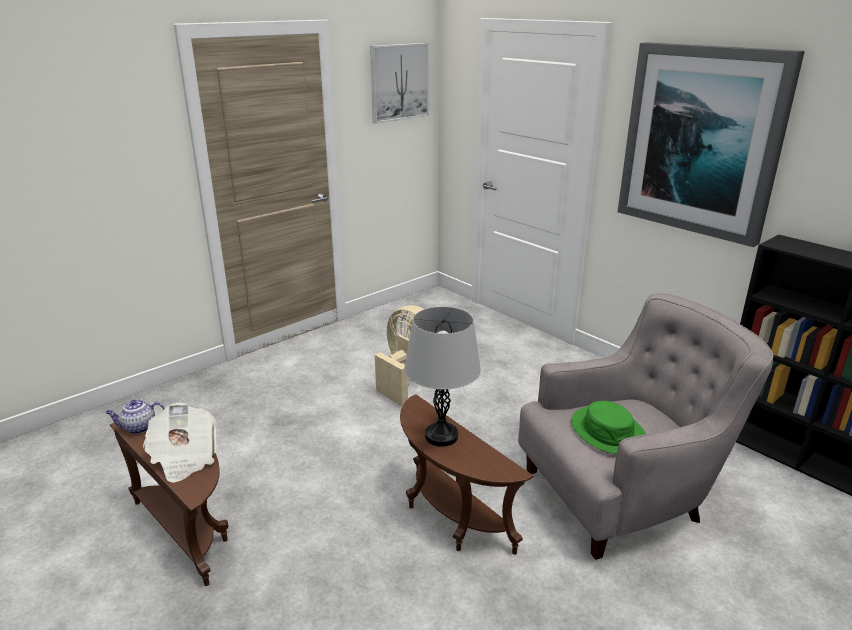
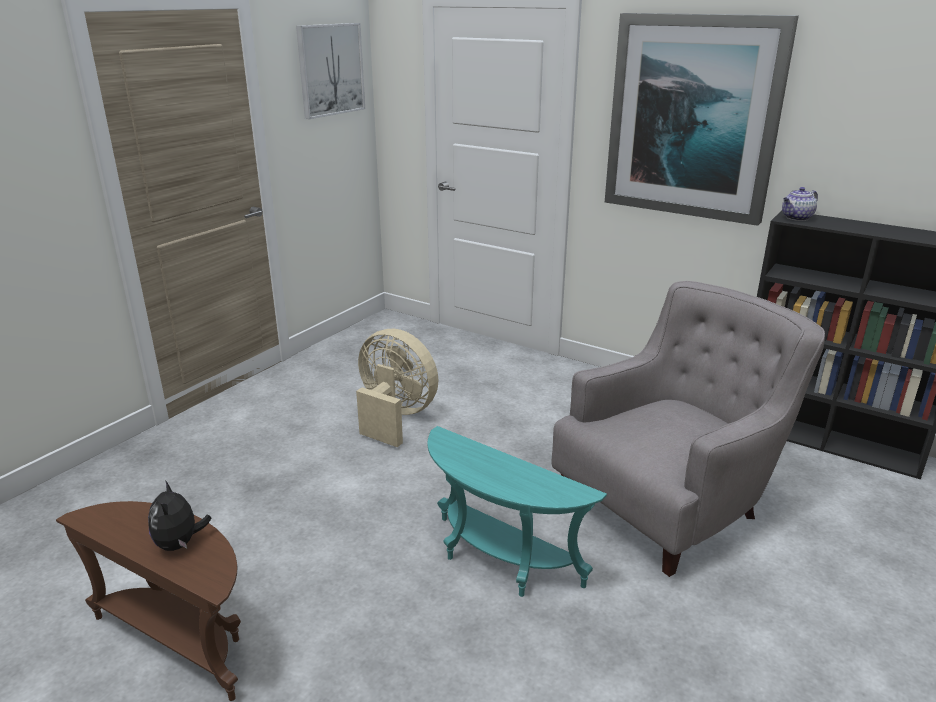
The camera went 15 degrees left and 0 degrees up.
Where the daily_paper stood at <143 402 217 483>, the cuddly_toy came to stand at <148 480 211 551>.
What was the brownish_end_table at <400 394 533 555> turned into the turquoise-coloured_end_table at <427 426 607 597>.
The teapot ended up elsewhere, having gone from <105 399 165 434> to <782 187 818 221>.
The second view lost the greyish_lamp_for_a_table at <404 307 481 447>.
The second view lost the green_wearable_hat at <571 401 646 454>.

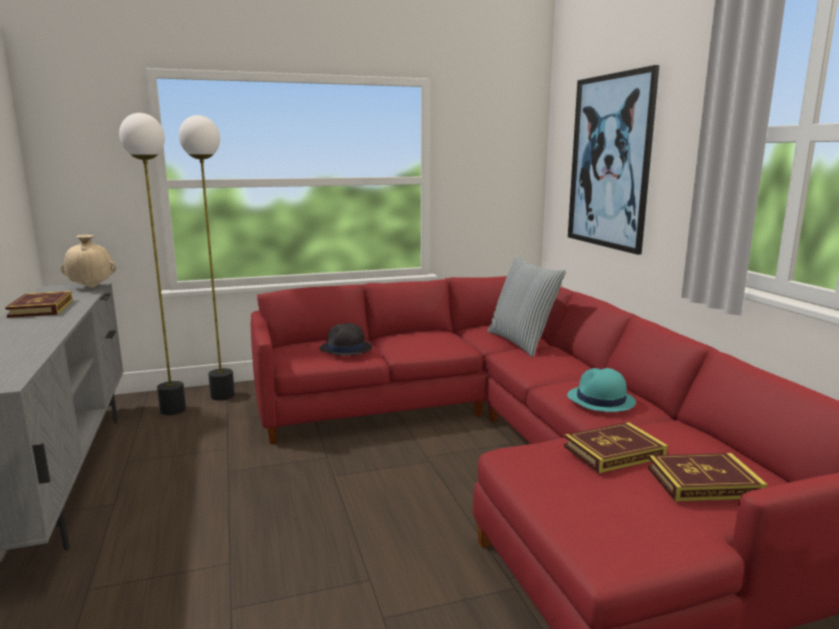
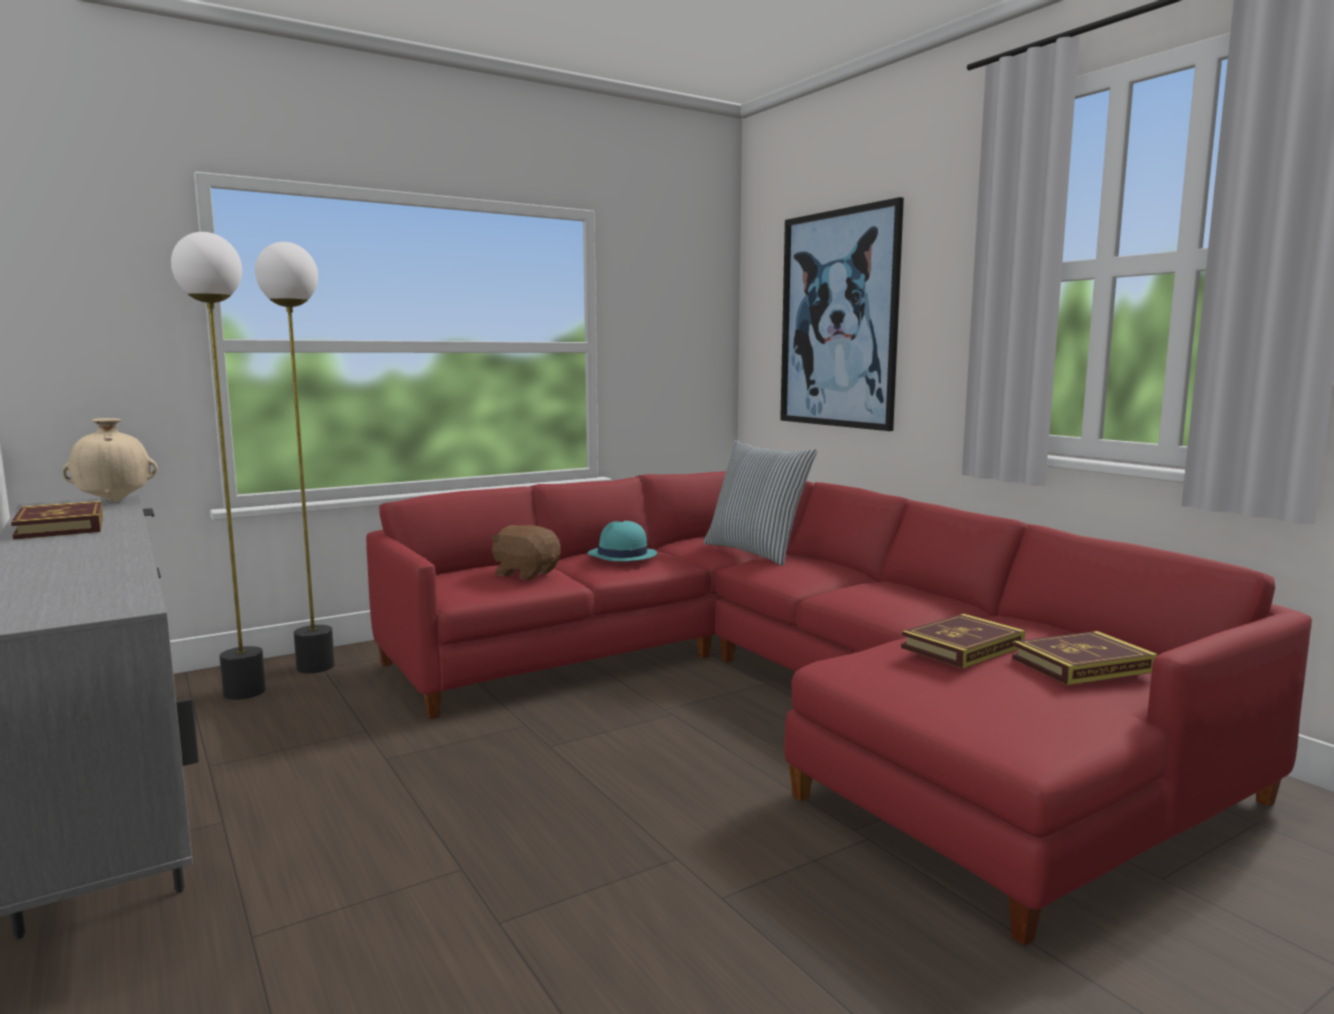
The camera went 15 degrees left and 5 degrees down.
Where the black-coloured_wearable_hat stood at <319 323 372 356>, the brownish_cuddly_toy came to stand at <491 525 561 580>.
The turquoise-coloured_wearable_hat ended up elsewhere, having gone from <567 368 636 412> to <588 521 657 561>.

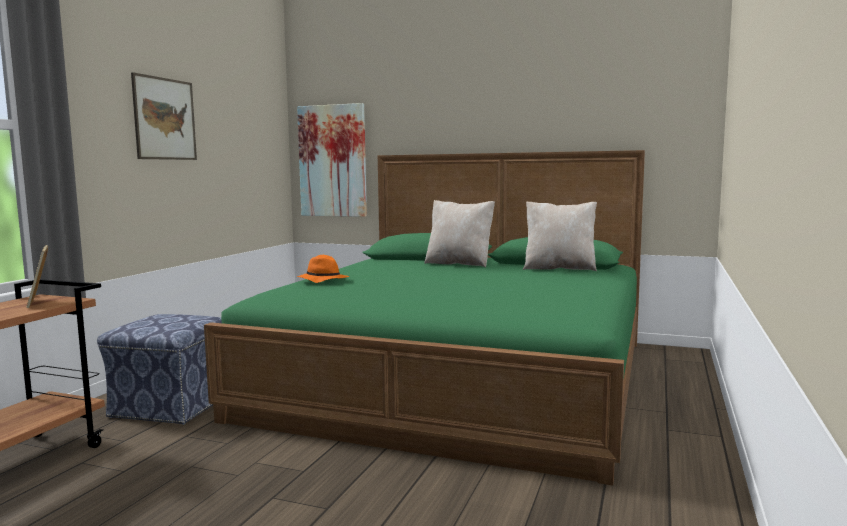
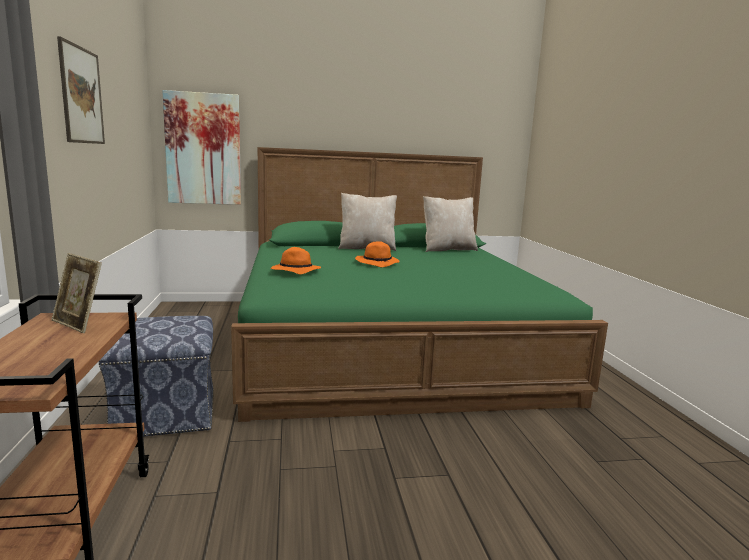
The camera went 30 degrees left and 5 degrees up.
The second view gained the orange_wearable_hat at <355 241 400 267>.

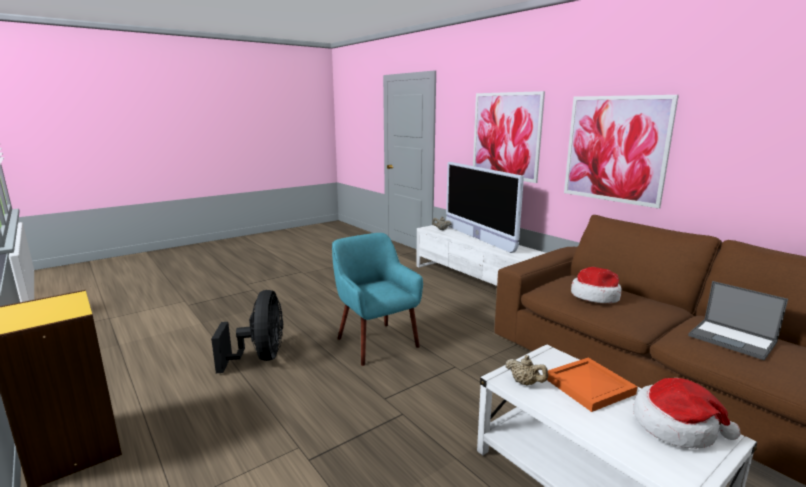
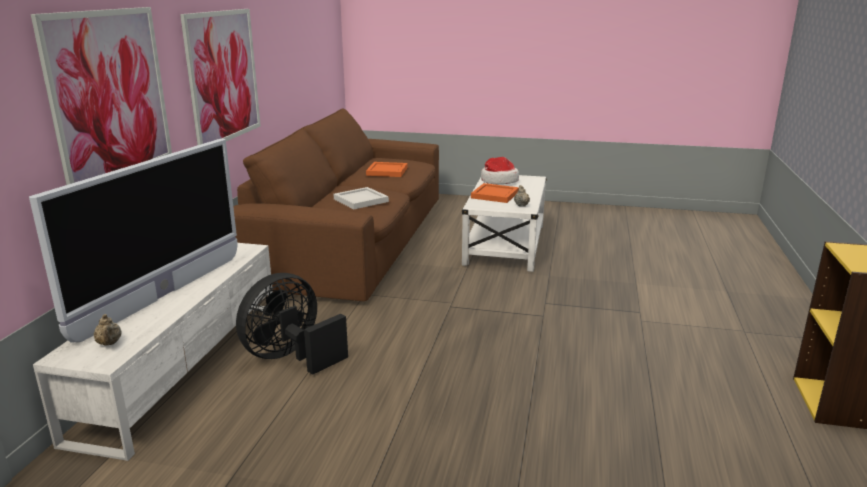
The camera went 130 degrees left and 5 degrees up.
The black-coloured_cooling_fan ended up elsewhere, having gone from <211 290 283 373> to <236 273 348 375>.
Where the wearable_hat stood at <571 267 622 303>, the white-coloured_tray came to stand at <334 187 389 209>.
Where the portable_computer stood at <688 281 788 360>, the orange_tray came to stand at <366 162 408 177>.
The second view lost the turquoise-coloured_lounge_chair at <332 233 423 366>.

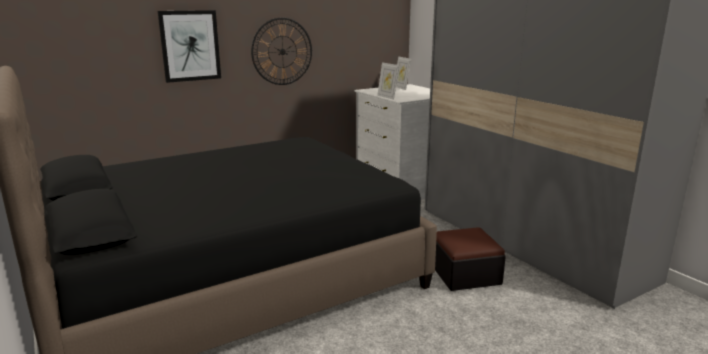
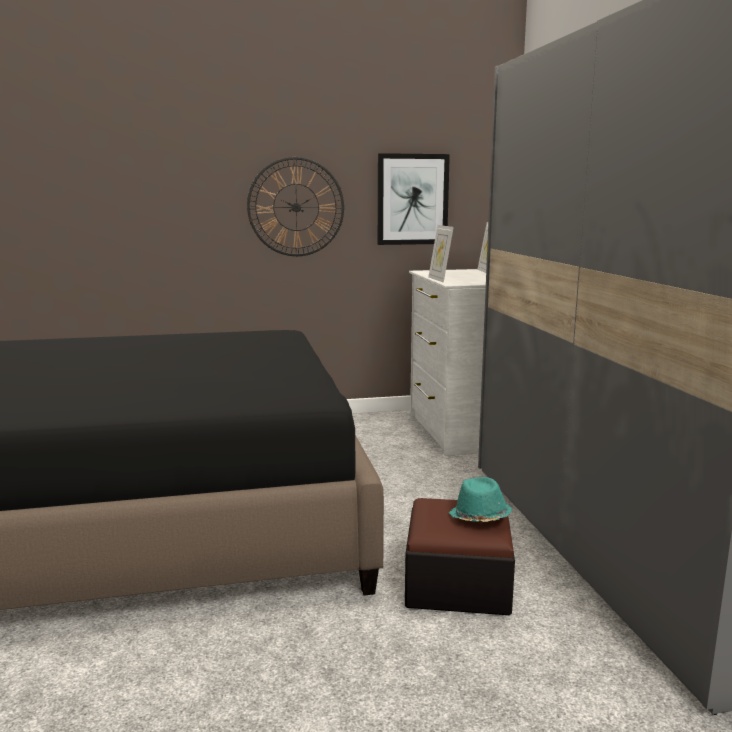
The camera went 20 degrees right and 5 degrees down.
The wall_picture ended up elsewhere, having gone from <158 10 221 83> to <378 153 450 245>.
The second view gained the turquoise-coloured_wearable_hat at <449 477 512 522>.

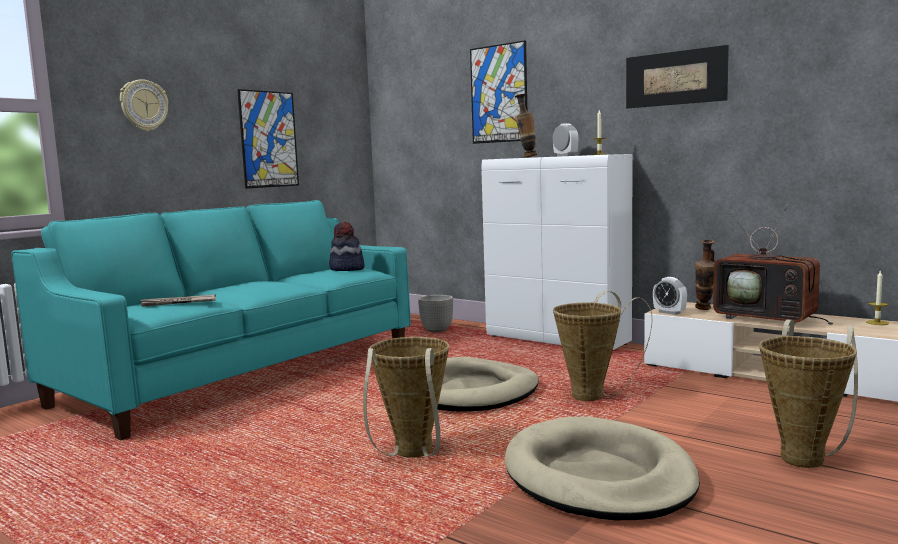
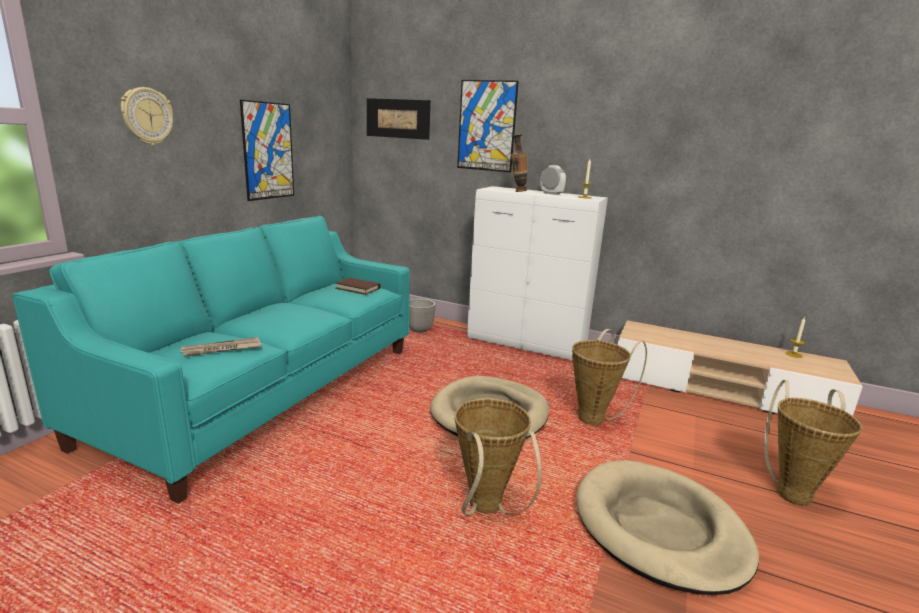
The camera went 15 degrees left and 10 degrees up.
Where the wearable_hat stood at <329 222 365 271>, the brownish_book came to stand at <335 278 381 295>.
The wall_picture ended up elsewhere, having gone from <626 45 729 109> to <367 98 431 140>.
The second view lost the bedside_clock at <653 277 687 315>.
The second view lost the flower_vase at <695 240 715 310>.
The second view lost the television at <713 204 833 324>.

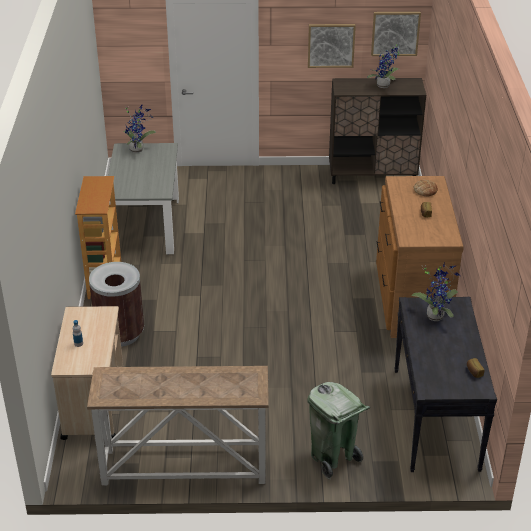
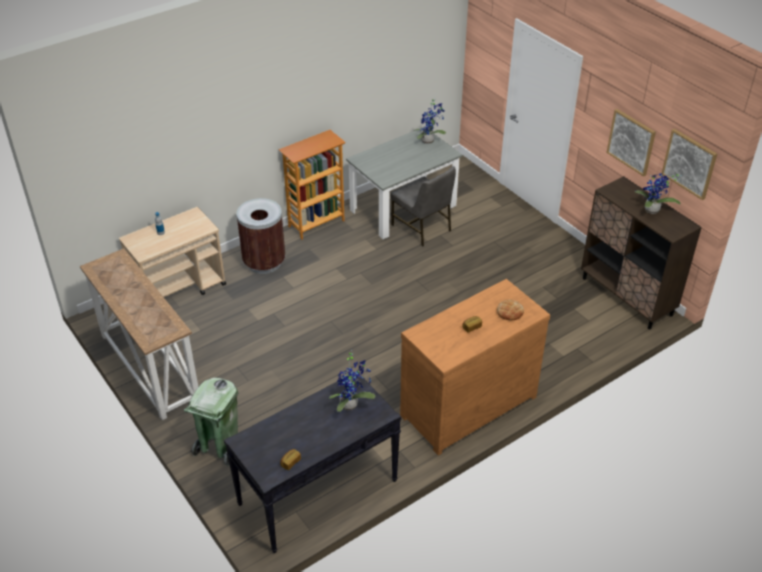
The camera went 55 degrees right and 5 degrees up.
The second view gained the greyish_plain_chair at <390 166 456 246>.

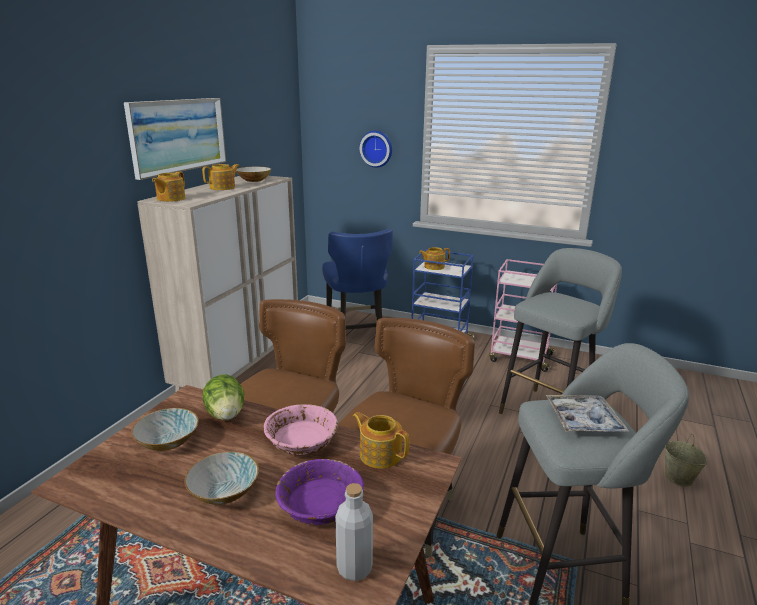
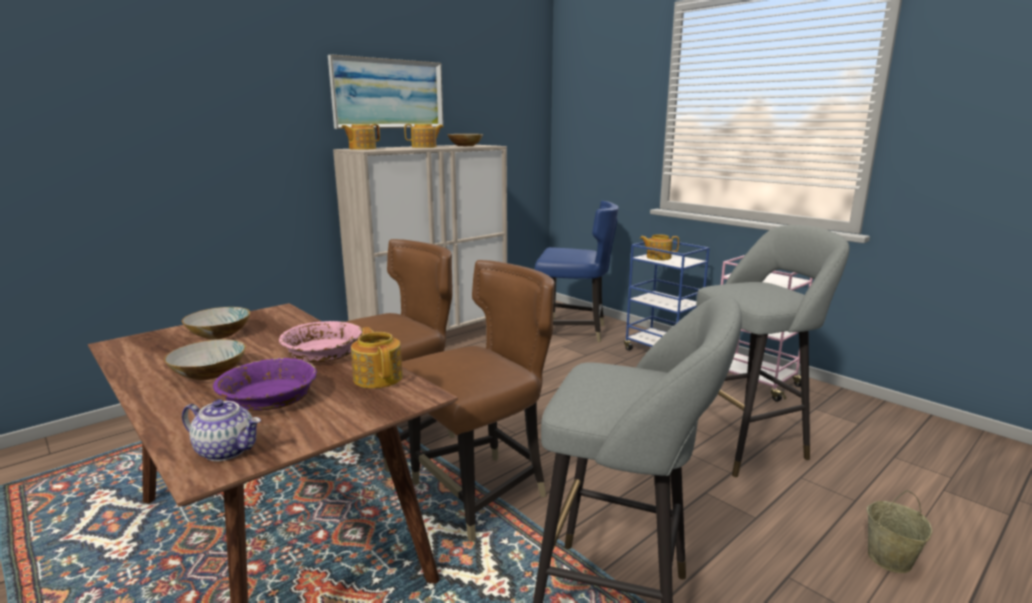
The camera went 25 degrees right and 5 degrees down.
Where the greyish_beverage_bottle stood at <335 483 373 581>, the teapot came to stand at <182 399 261 461>.
The blue-coloured_plain_chair at <322 229 393 330> ended up facing another way, 90 degrees counterclockwise from before.
The second view lost the lettuce_head at <202 374 245 420>.
The second view lost the hanging_clock at <359 131 392 168>.
The second view lost the tray at <546 395 629 432>.

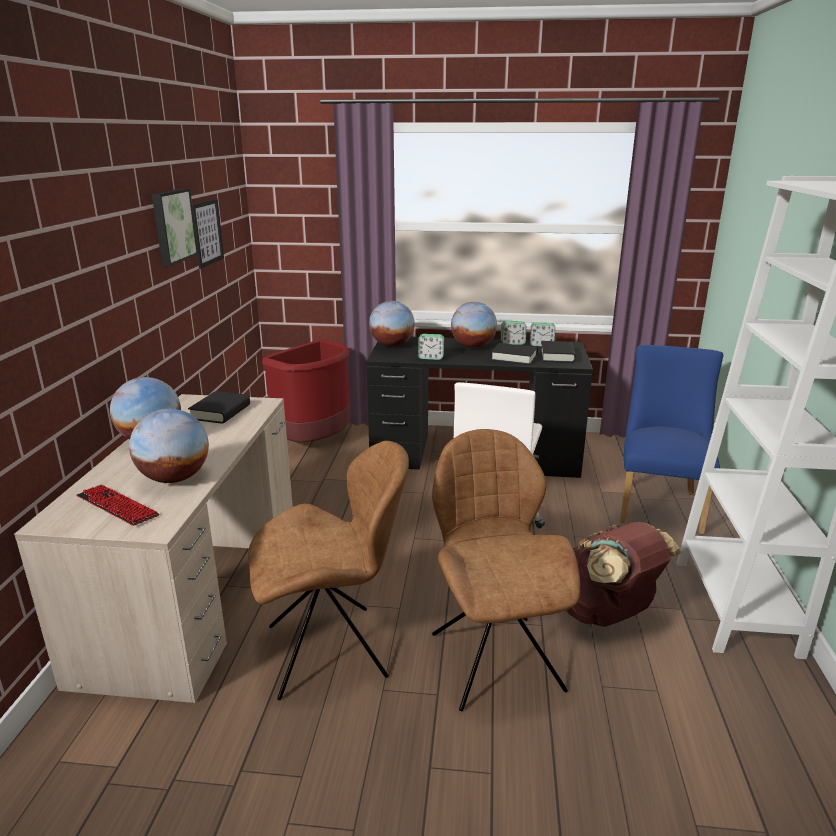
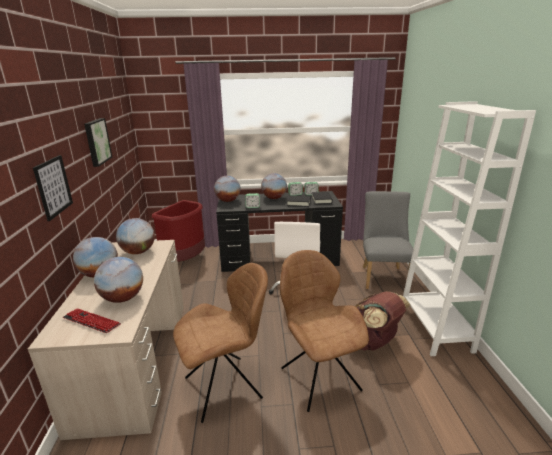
The camera went 10 degrees left and 0 degrees up.
The wall_picture ended up elsewhere, having gone from <192 199 224 269> to <33 155 73 221>.
Where the black-coloured_book stood at <188 391 250 424>, the desk_globe came to stand at <116 218 155 254>.
What was the blue-coloured_plain_chair at <620 345 723 534> turned into the greyish_plain_chair at <363 191 414 289>.

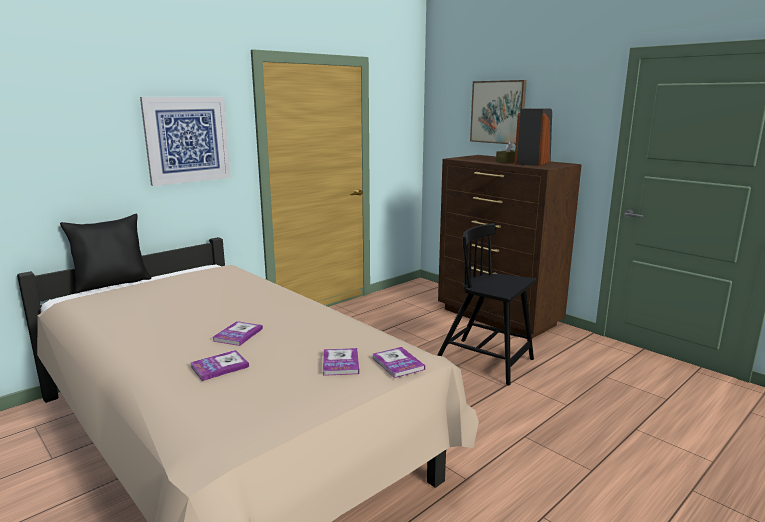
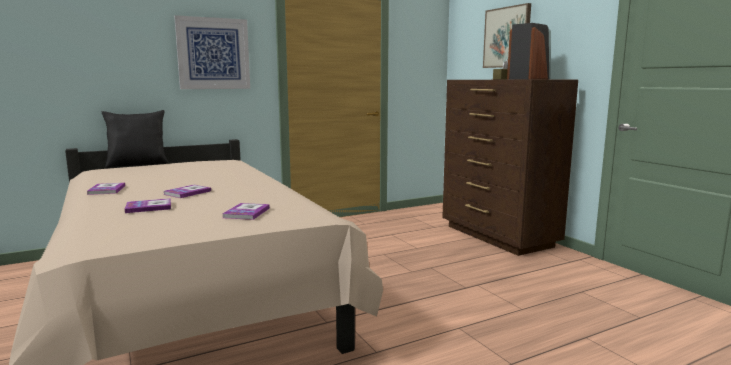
The camera went 15 degrees right and 5 degrees down.
The book ended up elsewhere, having gone from <372 347 425 378> to <87 183 125 195>.
The second view lost the black-coloured_plain_chair at <437 223 536 385>.

